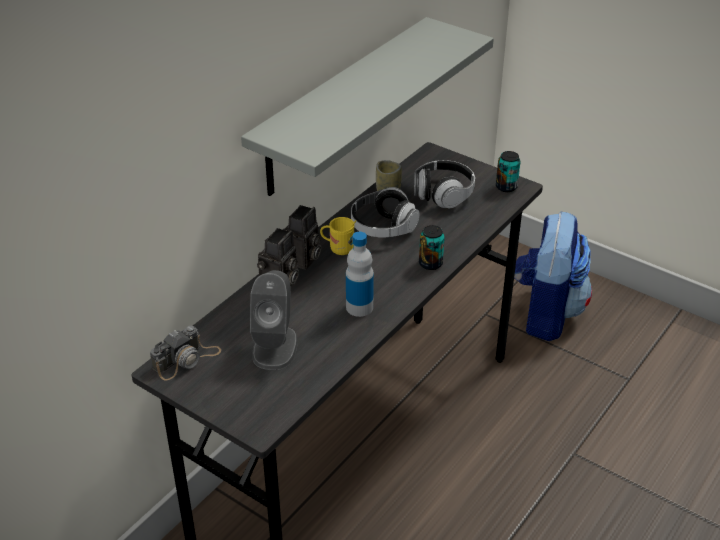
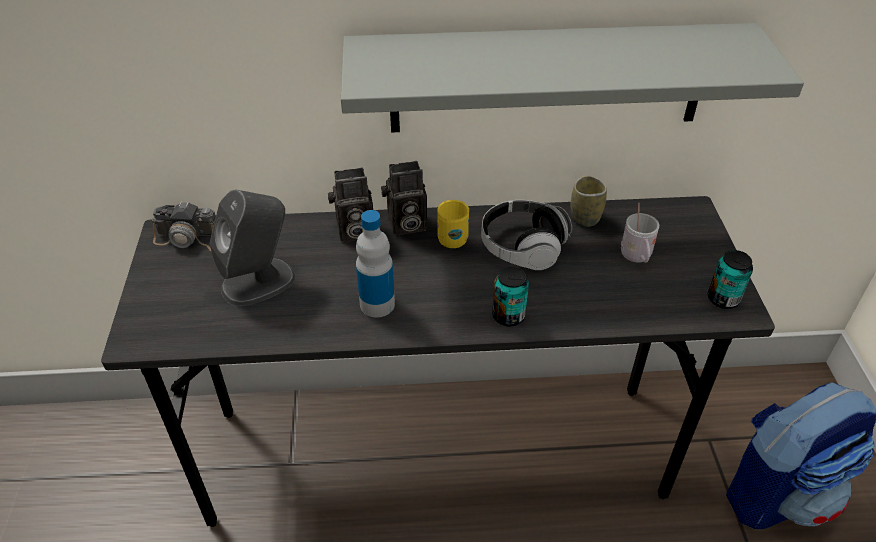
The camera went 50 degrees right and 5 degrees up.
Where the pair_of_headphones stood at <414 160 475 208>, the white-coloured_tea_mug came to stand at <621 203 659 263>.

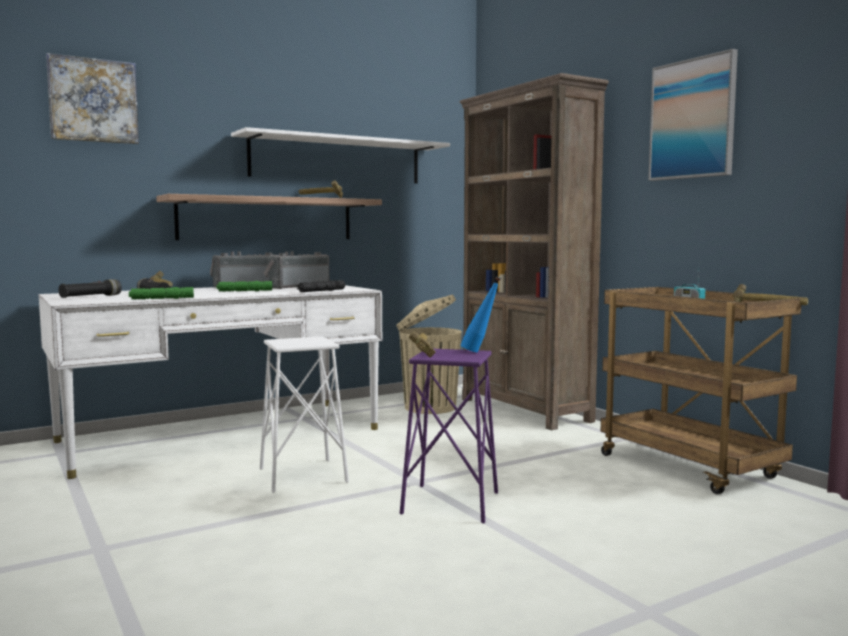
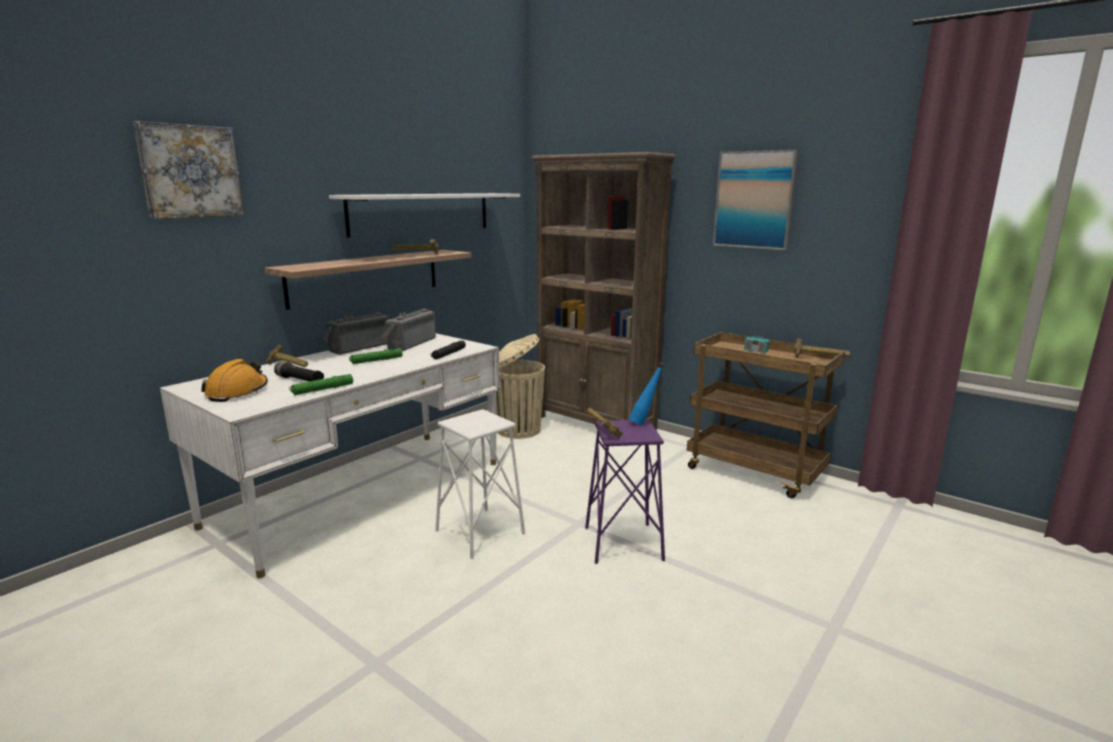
The camera went 20 degrees left and 10 degrees up.
Where the black-coloured_torch stood at <59 279 122 298>, the orange_work_helmet came to stand at <201 359 268 402>.

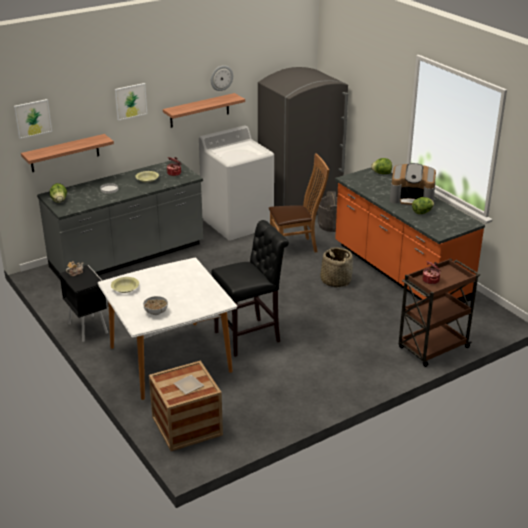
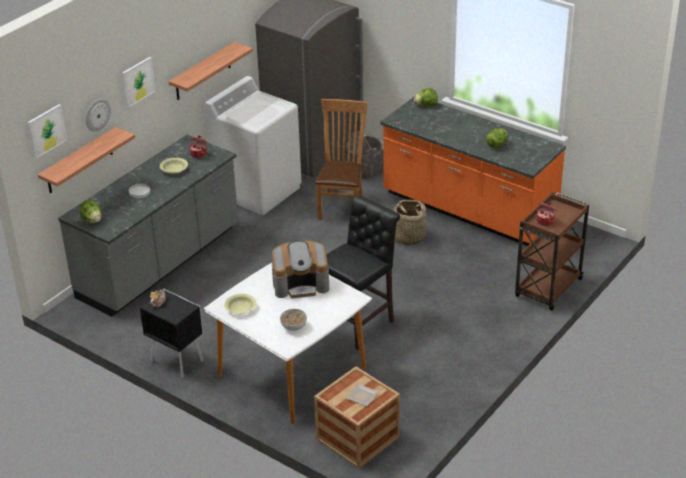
The camera went 20 degrees left and 5 degrees up.
The hanging_clock ended up elsewhere, having gone from <211 65 233 91> to <86 99 111 132>.
The coffee_brewer ended up elsewhere, having gone from <390 163 436 206> to <272 241 329 299>.
The brownish_plain_chair at <269 153 329 253> ended up facing another way, 45 degrees counterclockwise from before.

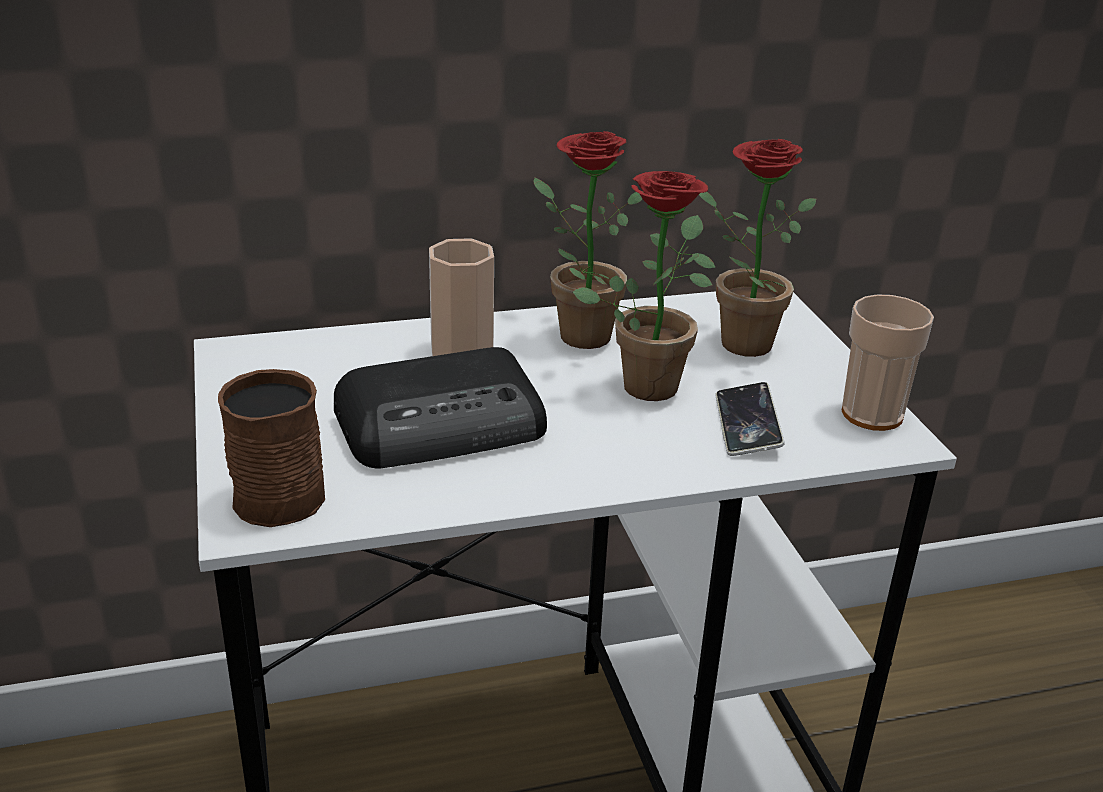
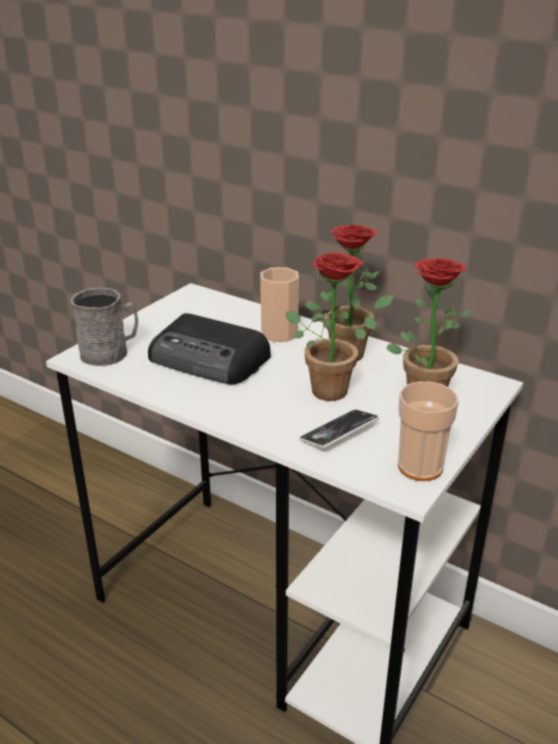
The camera went 50 degrees right and 0 degrees up.
What was the brownish_tea_mug at <218 369 325 527> turned into the greyish_tea_mug at <70 287 138 366>.

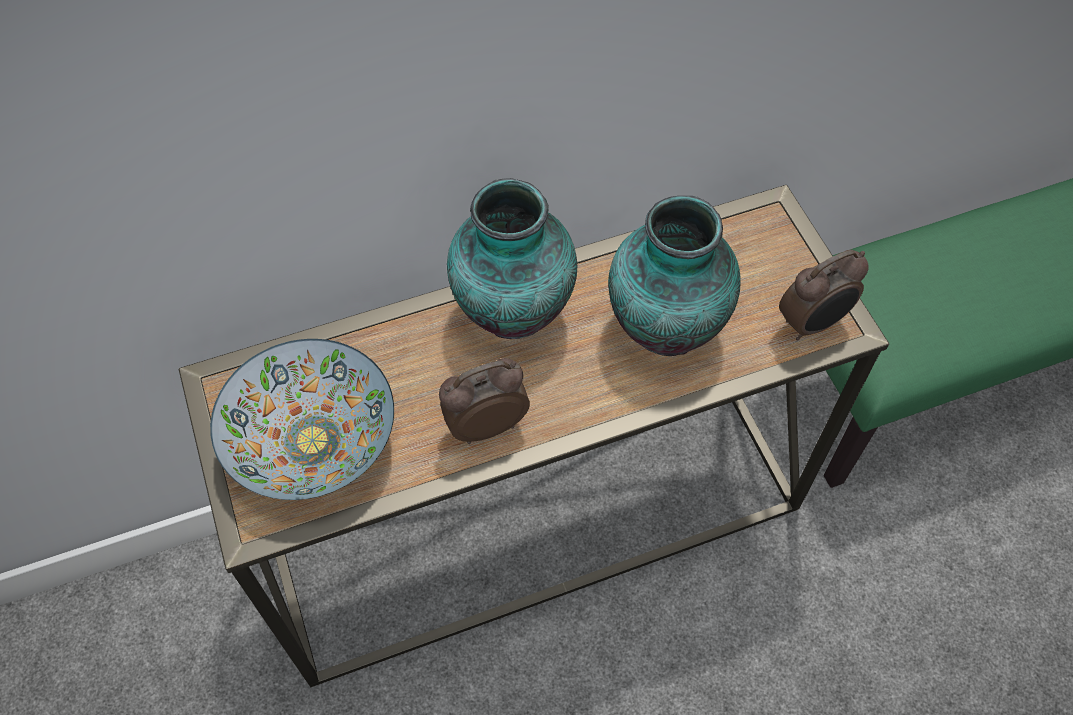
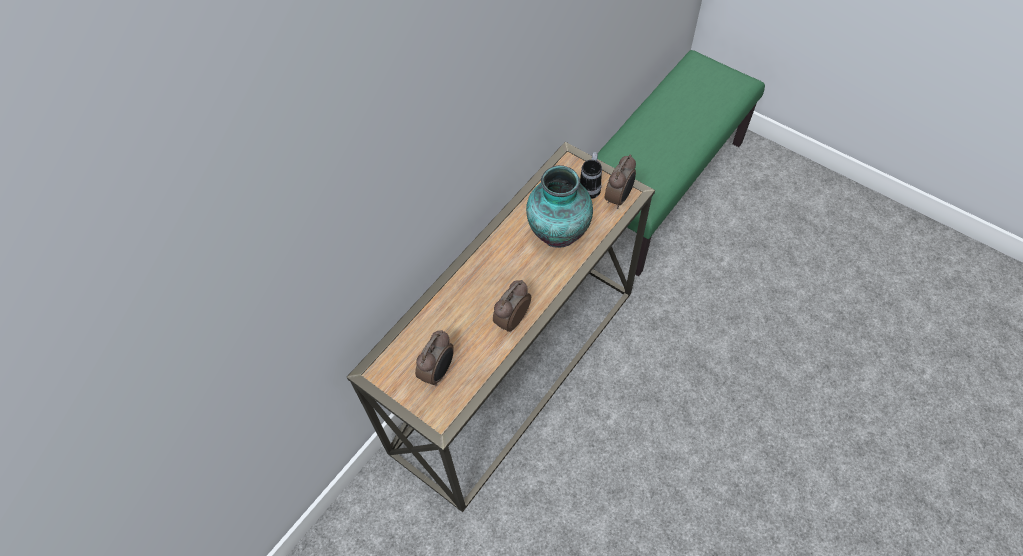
The camera went 30 degrees left and 0 degrees up.
Where the bowl stood at <210 339 394 500>, the bedside_clock came to stand at <415 330 454 386>.
The second view gained the tea_mug at <580 152 602 199>.
The second view lost the flower_vase at <447 178 577 339>.

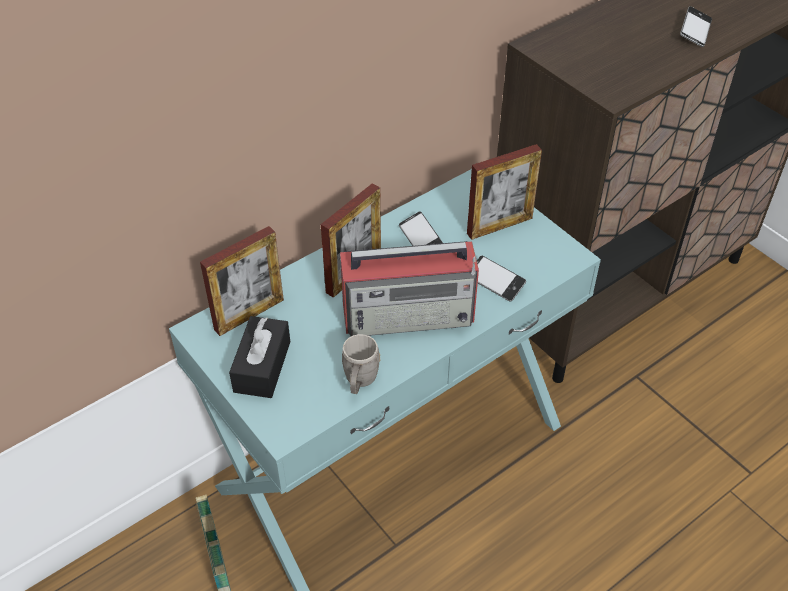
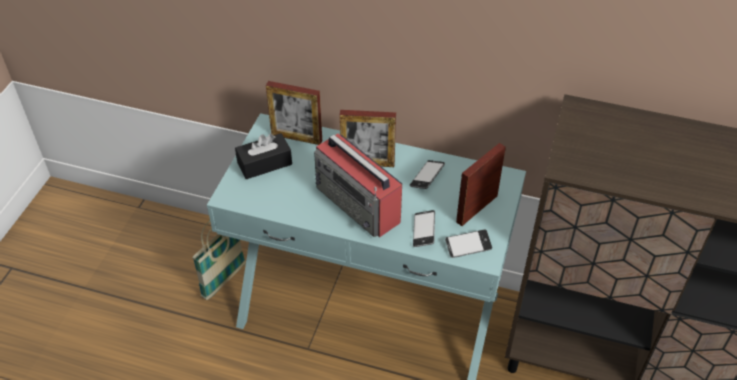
The camera went 55 degrees right and 0 degrees up.
The phone ended up elsewhere, having gone from <680 6 712 47> to <445 229 492 258>.
The photo_frame at <467 144 542 240> ended up facing another way, 105 degrees clockwise from before.
The second view lost the greyish_tea_mug at <342 334 381 394>.

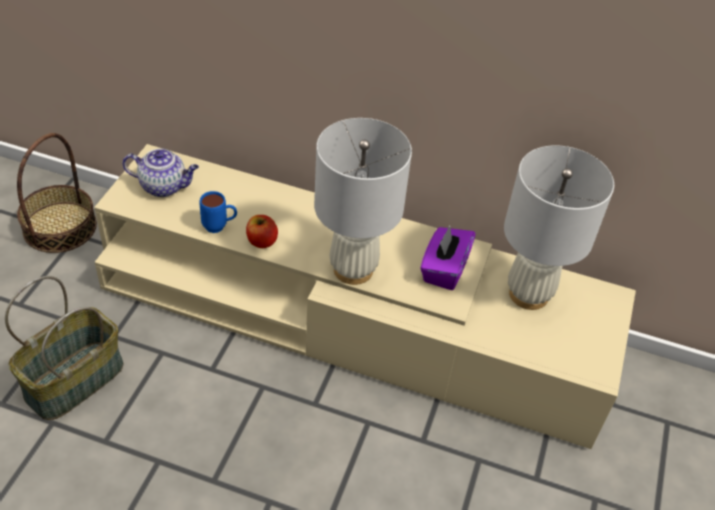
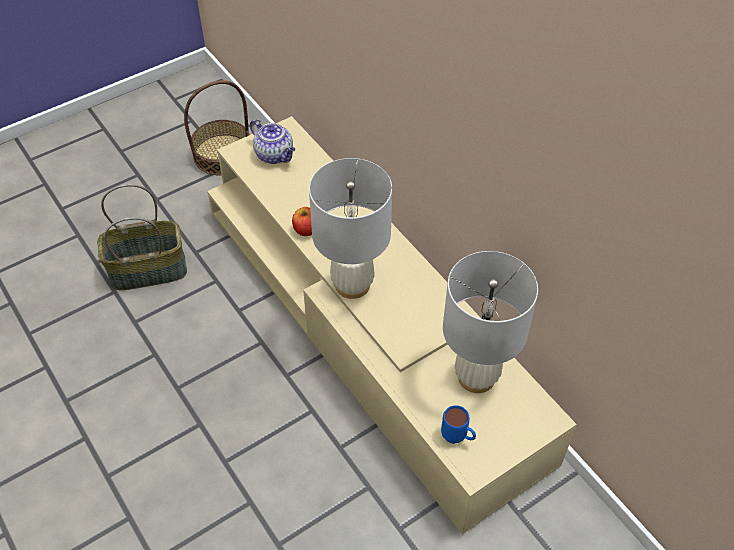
The camera went 40 degrees right and 5 degrees up.
The blue-coloured_tea_mug ended up elsewhere, having gone from <199 191 237 233> to <441 405 476 444>.
The second view lost the purplish_tissue_holder at <420 225 476 290>.

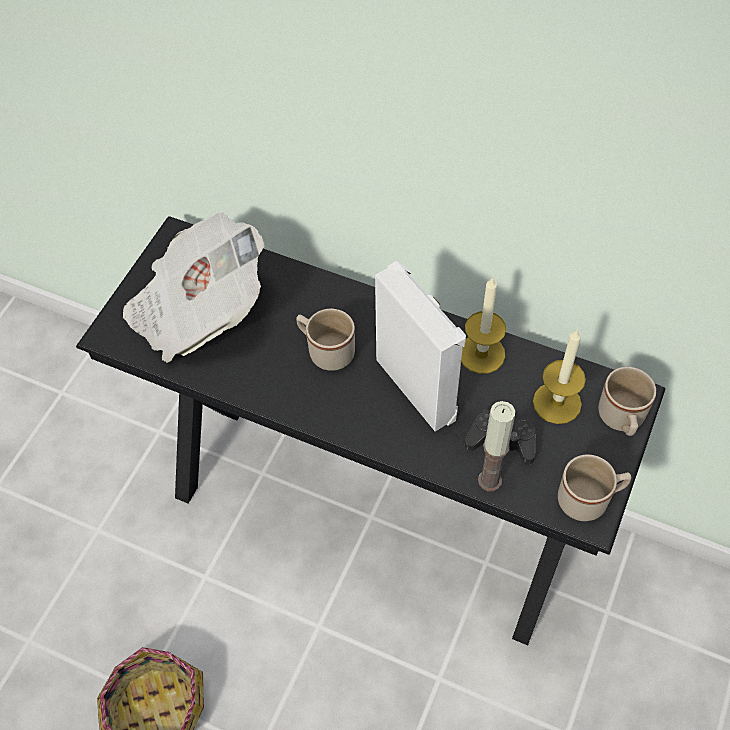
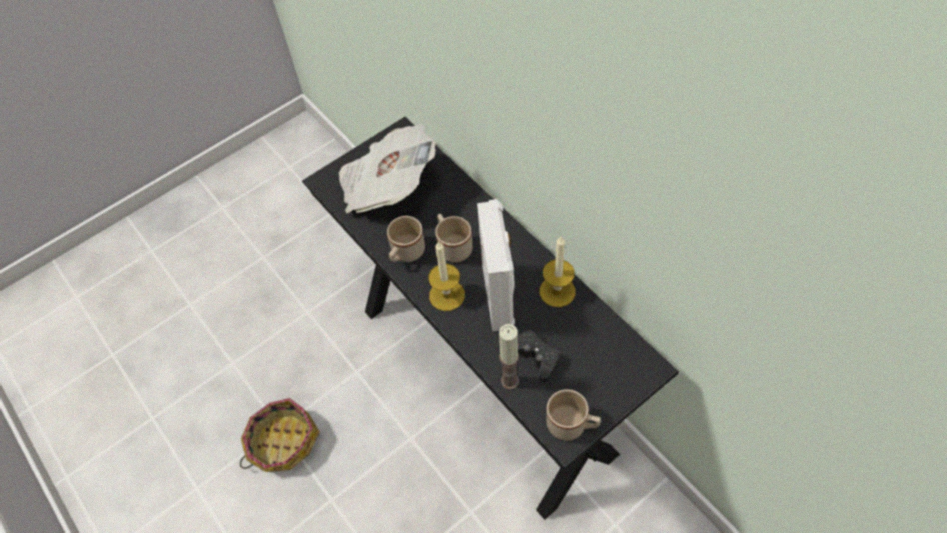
The camera went 30 degrees right and 0 degrees up.
The sand-coloured_tea_mug ended up elsewhere, having gone from <598 367 656 436> to <387 216 425 262>.
The candle ended up elsewhere, having gone from <533 328 586 424> to <428 241 465 311>.

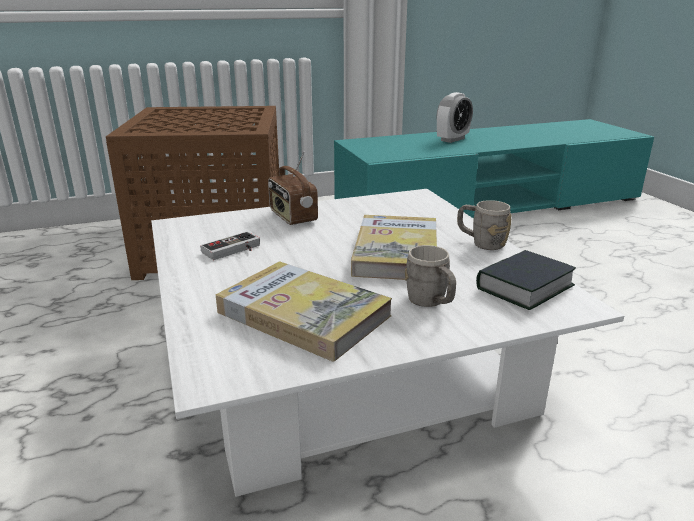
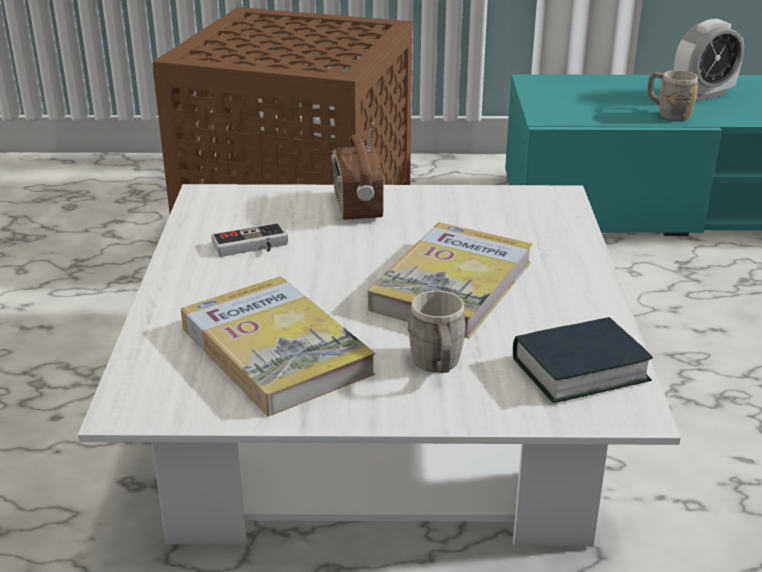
The camera went 20 degrees right and 5 degrees up.
The greyish_tea_mug ended up elsewhere, having gone from <457 200 512 250> to <648 70 698 121>.

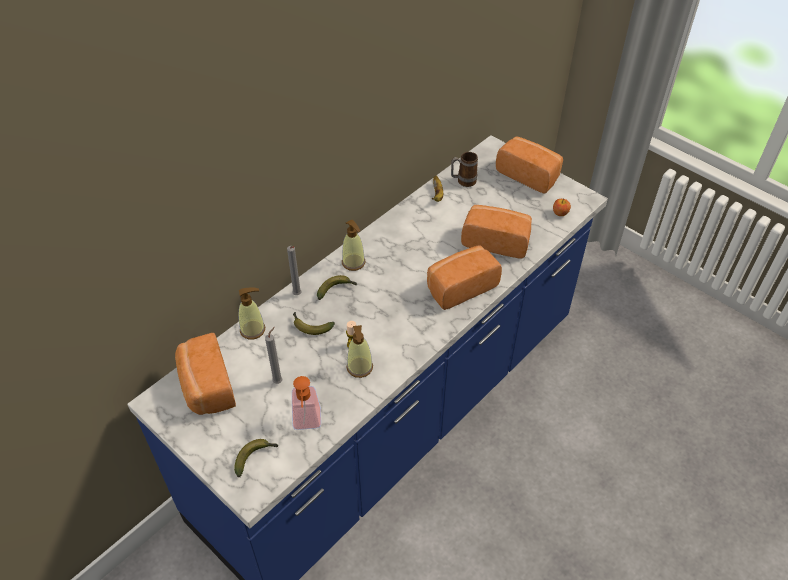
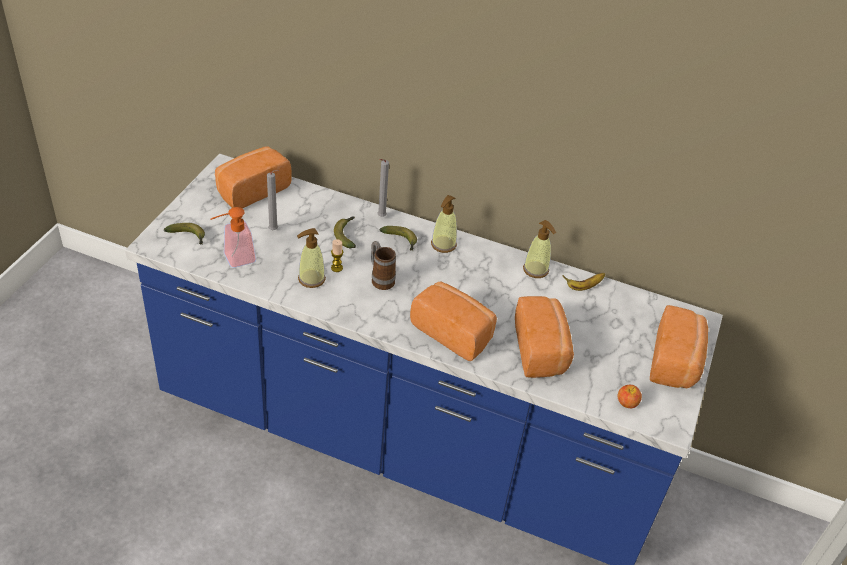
The camera went 65 degrees right and 5 degrees down.
The tea_mug ended up elsewhere, having gone from <451 152 478 187> to <371 241 396 290>.
The soap_dispenser ended up elsewhere, having gone from <239 287 265 340> to <523 220 556 278>.

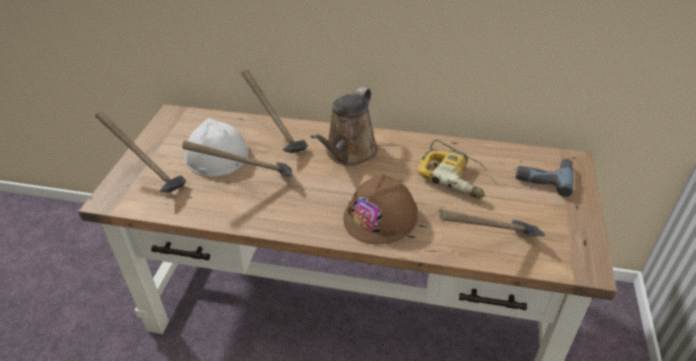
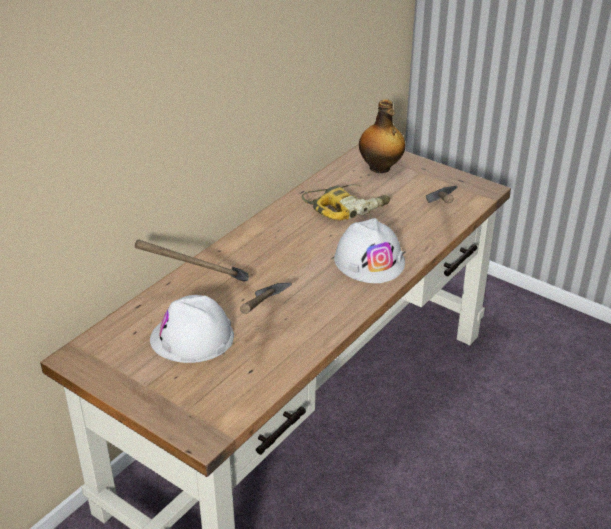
The camera went 65 degrees left and 5 degrees down.
What was the brownish_work_helmet at <343 174 418 244> turned into the white-coloured_work_helmet at <334 218 405 283>.
Where the electric_drill stood at <516 159 574 197>, the beverage_bottle came to stand at <359 99 405 173>.
The second view lost the hand_hammer at <95 111 186 192>.
The second view lost the brownish_watering_can at <311 87 378 166>.

